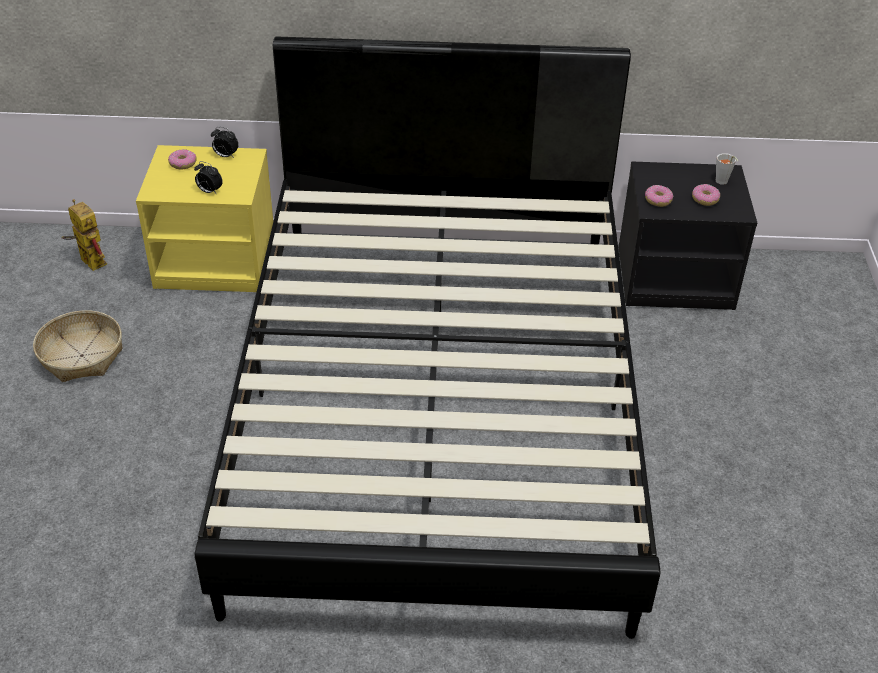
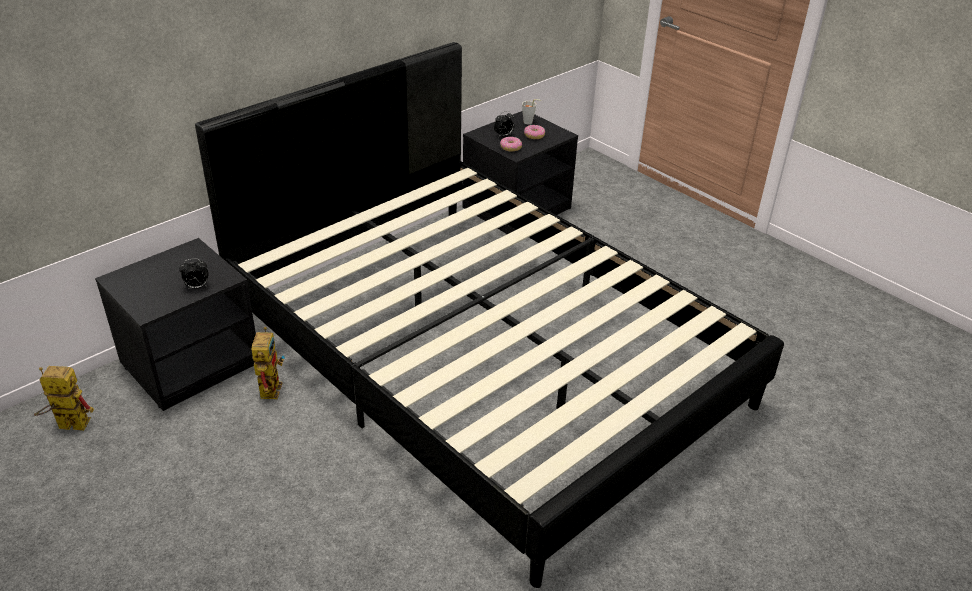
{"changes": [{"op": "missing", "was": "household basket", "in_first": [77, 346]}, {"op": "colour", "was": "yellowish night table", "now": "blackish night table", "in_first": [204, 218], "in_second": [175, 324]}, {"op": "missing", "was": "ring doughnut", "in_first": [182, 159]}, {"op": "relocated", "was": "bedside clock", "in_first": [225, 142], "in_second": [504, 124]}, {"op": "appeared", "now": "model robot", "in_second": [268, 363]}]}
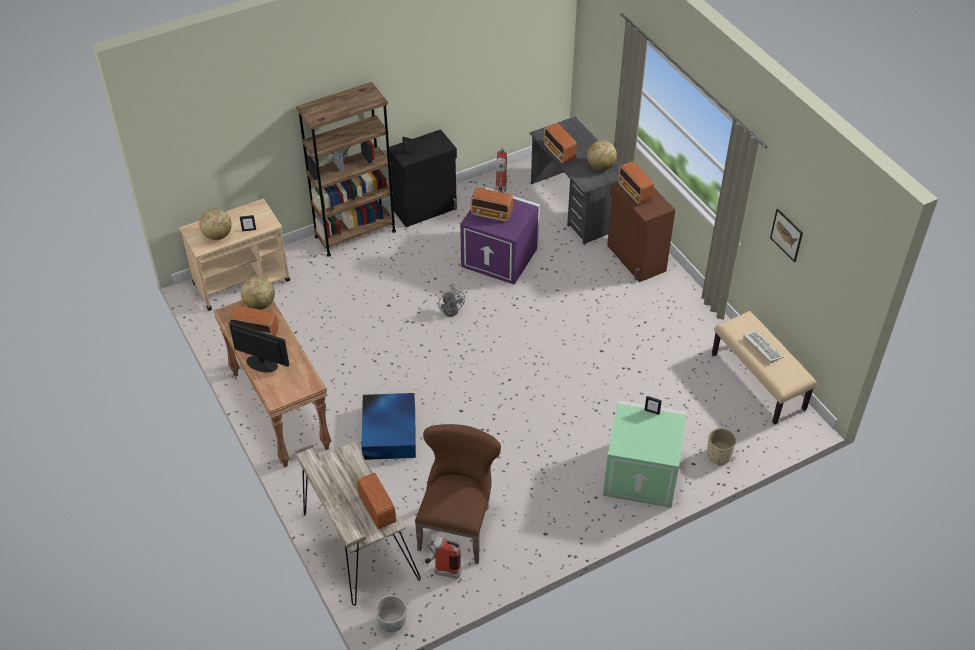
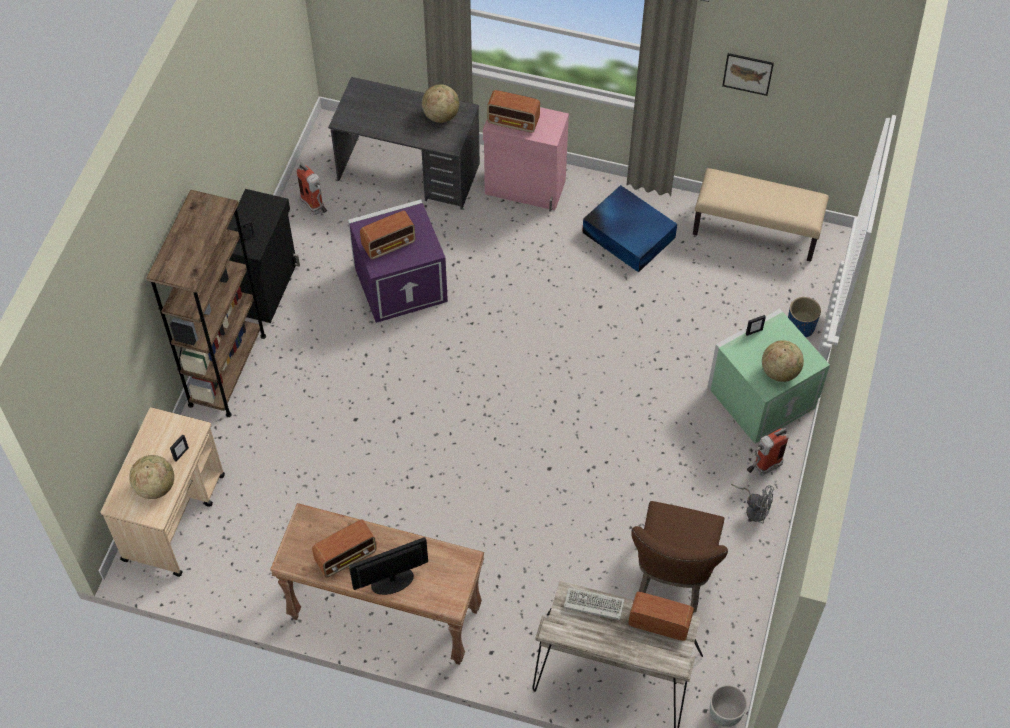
{"changes": [{"op": "relocated", "was": "globe", "in_first": [258, 293], "in_second": [783, 361]}, {"op": "relocated", "was": "blue storage container", "in_first": [389, 426], "in_second": [629, 228]}, {"op": "spun", "was": "brown upright chair", "in_first": [458, 494], "in_second": [679, 557], "clockwise": -135}, {"op": "relocated", "was": "fire-fighting cylinder", "in_first": [443, 558], "in_second": [768, 452]}, {"op": "relocated", "was": "greyish electric fan", "in_first": [451, 302], "in_second": [752, 503]}, {"op": "missing", "was": "radio", "in_first": [560, 143]}, {"op": "colour", "was": "brown cupboard", "now": "pink-coloured cupboard", "in_first": [641, 232], "in_second": [526, 159]}, {"op": "colour", "was": "beige plant pot", "now": "blue plant pot", "in_first": [721, 447], "in_second": [804, 317]}, {"op": "relocated", "was": "keyboard", "in_first": [763, 347], "in_second": [594, 603]}]}
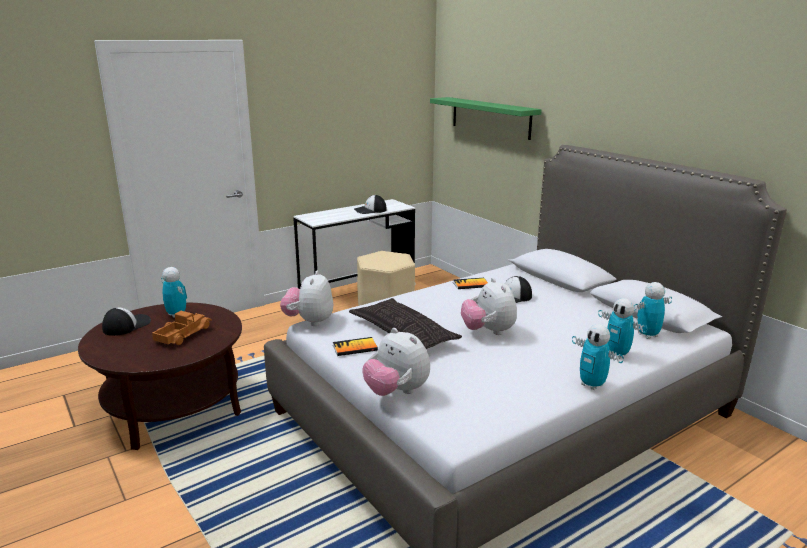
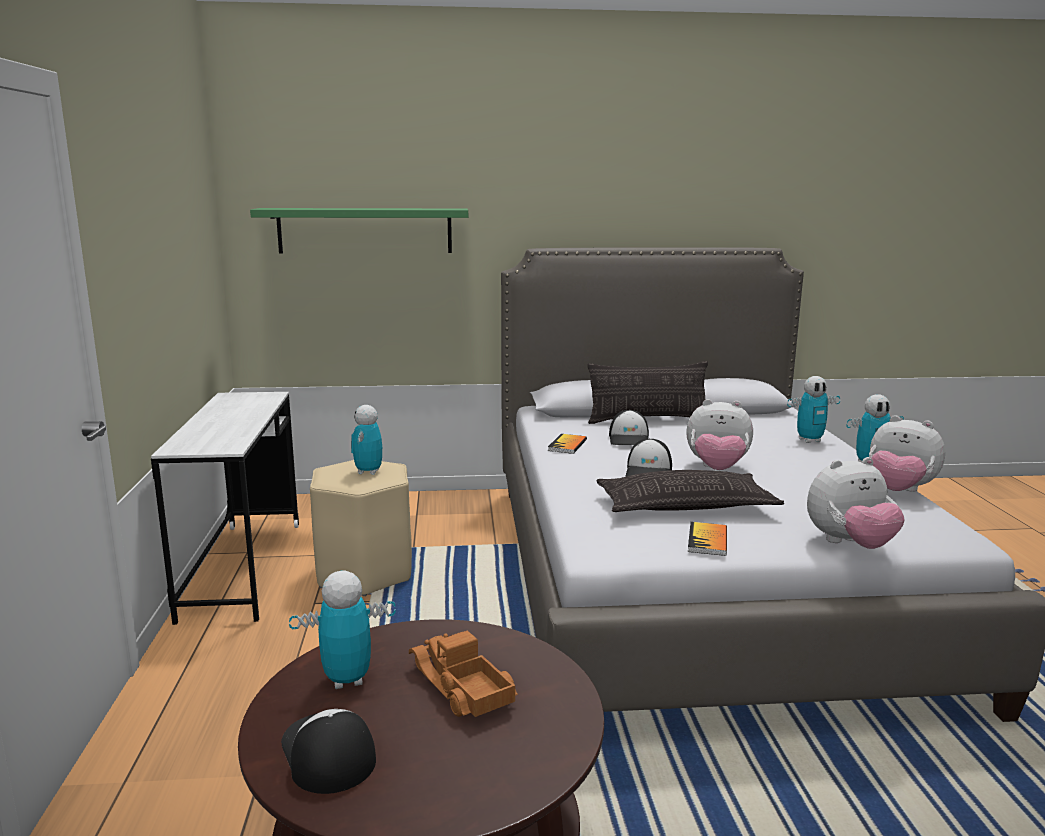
{"changes": [{"op": "relocated", "was": "cuddly toy", "in_first": [306, 298], "in_second": [907, 453]}, {"op": "relocated", "was": "baseball cap", "in_first": [370, 204], "in_second": [649, 457]}, {"op": "relocated", "was": "model robot", "in_first": [653, 310], "in_second": [366, 440]}, {"op": "appeared", "now": "throw pillow", "in_second": [647, 392]}]}
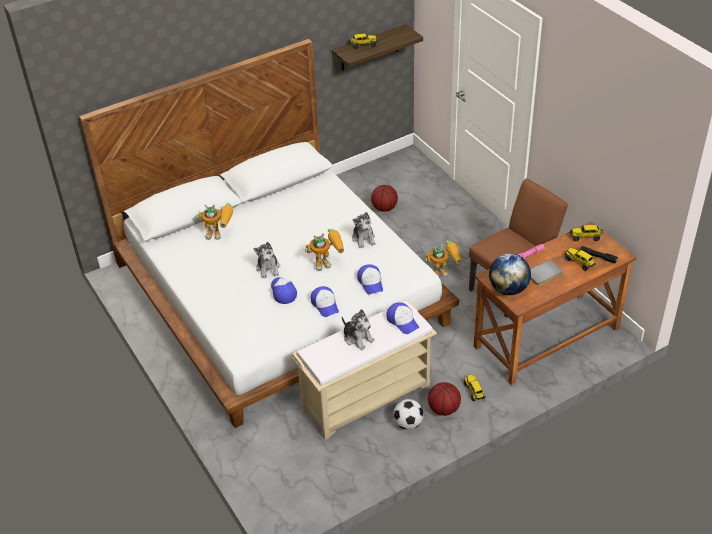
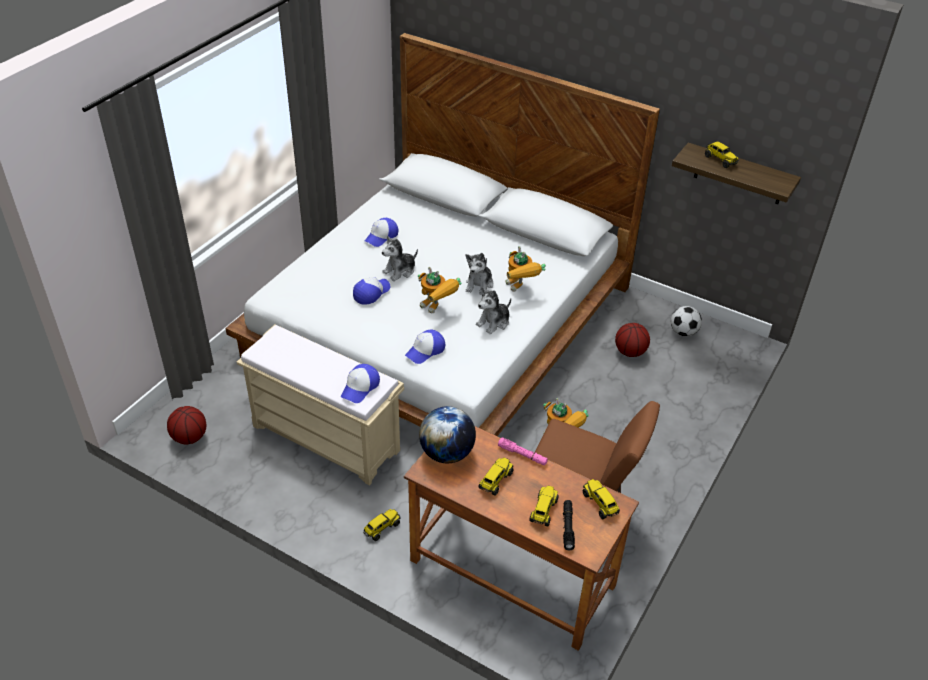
{"changes": [{"op": "relocated", "was": "model robot", "in_first": [214, 221], "in_second": [525, 269]}, {"op": "relocated", "was": "baseball cap", "in_first": [324, 301], "in_second": [381, 232]}, {"op": "relocated", "was": "cuddly toy", "in_first": [358, 329], "in_second": [479, 274]}, {"op": "relocated", "was": "football", "in_first": [408, 414], "in_second": [686, 321]}, {"op": "relocated", "was": "ball for basketball", "in_first": [444, 399], "in_second": [186, 425]}, {"op": "exchanged", "was": "greyish volume", "now": "toy lorry", "in_first": [546, 273], "in_second": [496, 476]}]}
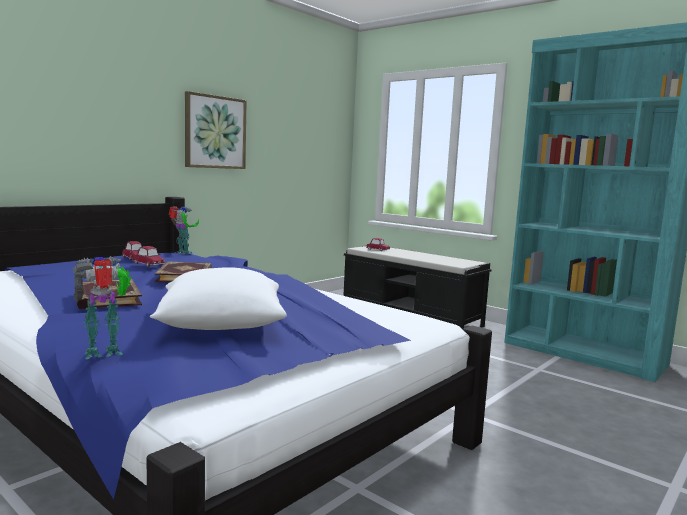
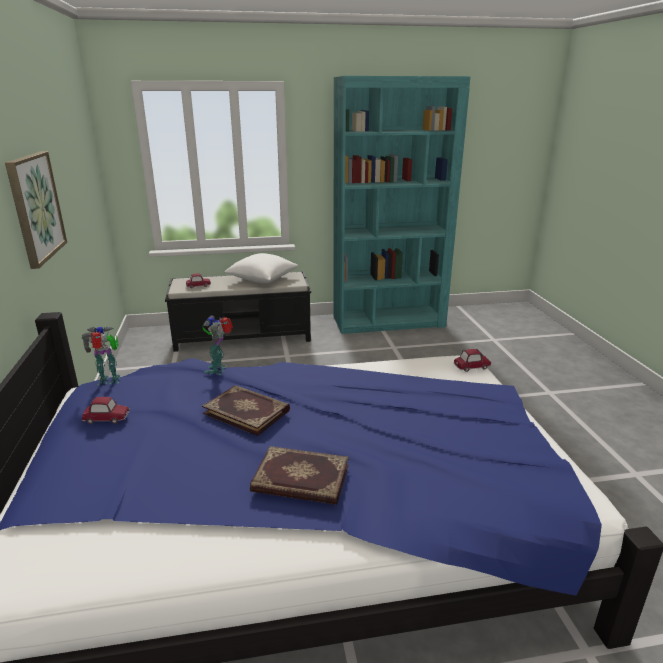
{"changes": [{"op": "relocated", "was": "model robot", "in_first": [102, 307], "in_second": [217, 345]}, {"op": "relocated", "was": "toy car", "in_first": [149, 256], "in_second": [472, 360]}, {"op": "relocated", "was": "white-coloured throw pillow", "in_first": [218, 298], "in_second": [261, 268]}]}
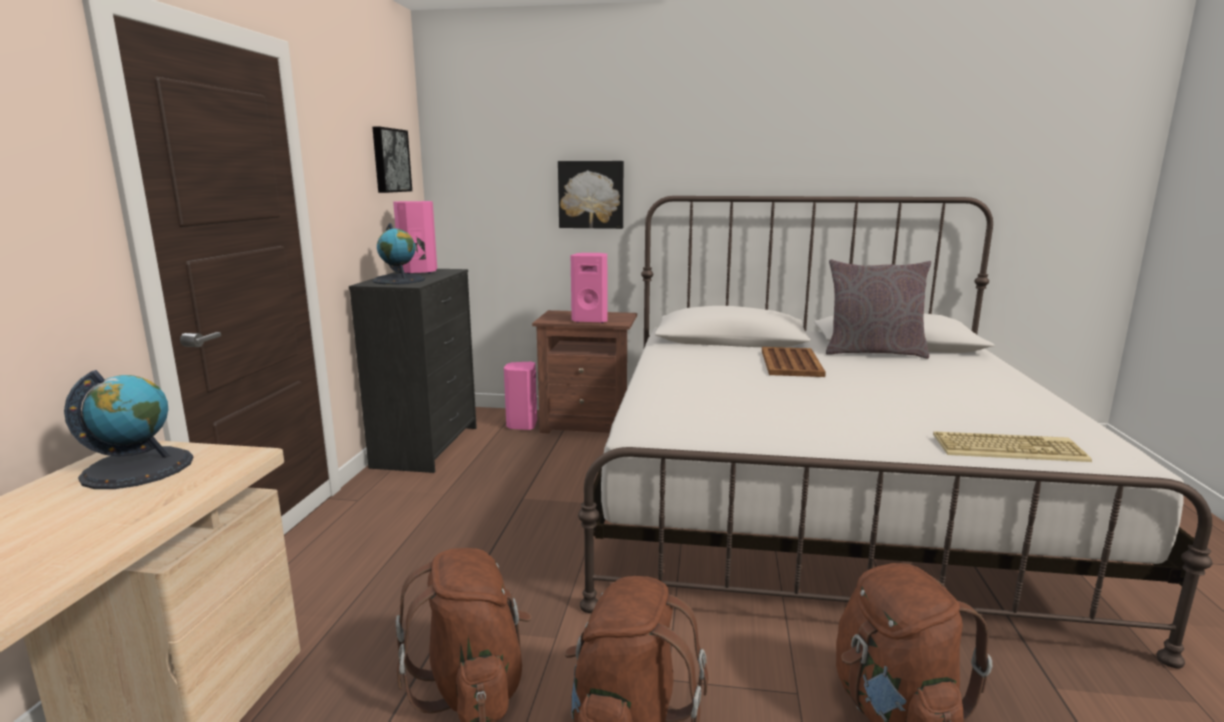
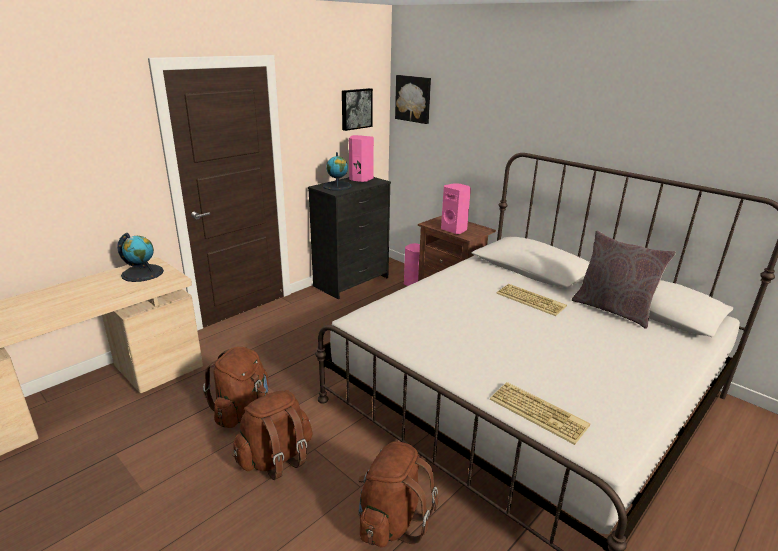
{"changes": [{"op": "relocated", "was": "wall picture", "in_first": [591, 195], "in_second": [413, 99]}, {"op": "exchanged", "was": "brown serving tray", "now": "keyboard", "in_first": [794, 362], "in_second": [531, 300]}]}
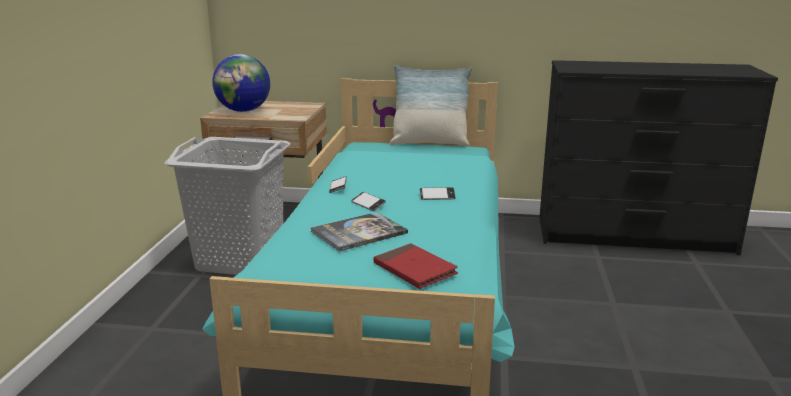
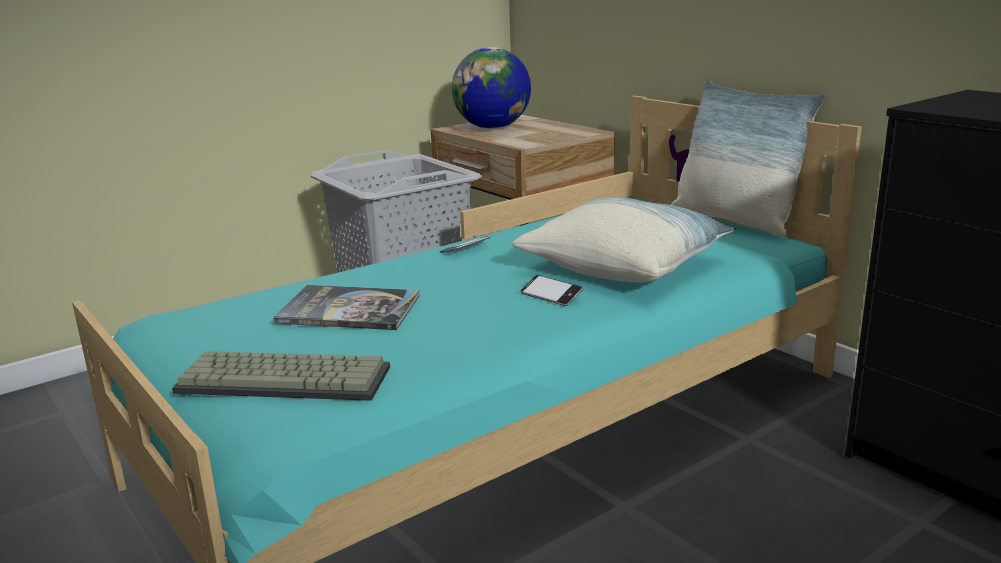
{"changes": [{"op": "missing", "was": "phone", "in_first": [368, 201]}, {"op": "exchanged", "was": "reddish volume", "now": "keyboard", "in_first": [415, 266], "in_second": [281, 376]}, {"op": "appeared", "now": "throw pillow", "in_second": [623, 240]}]}
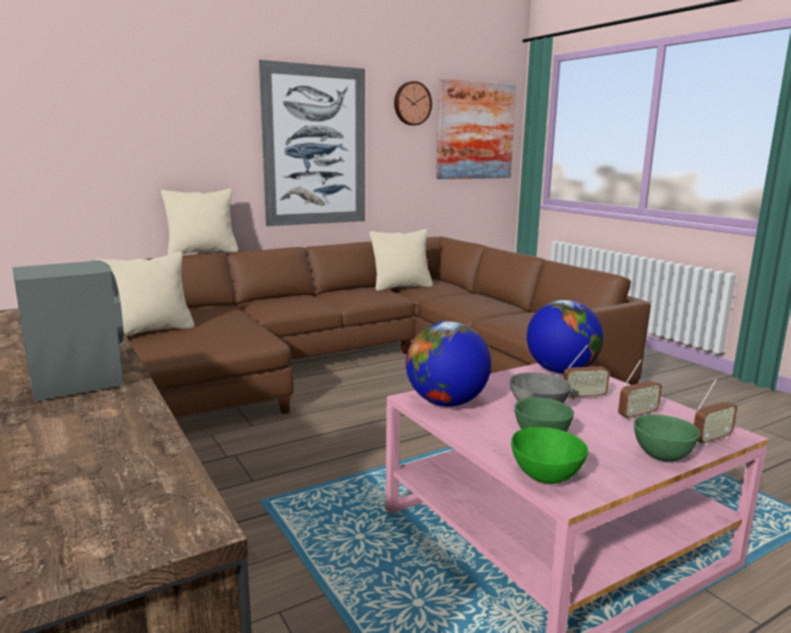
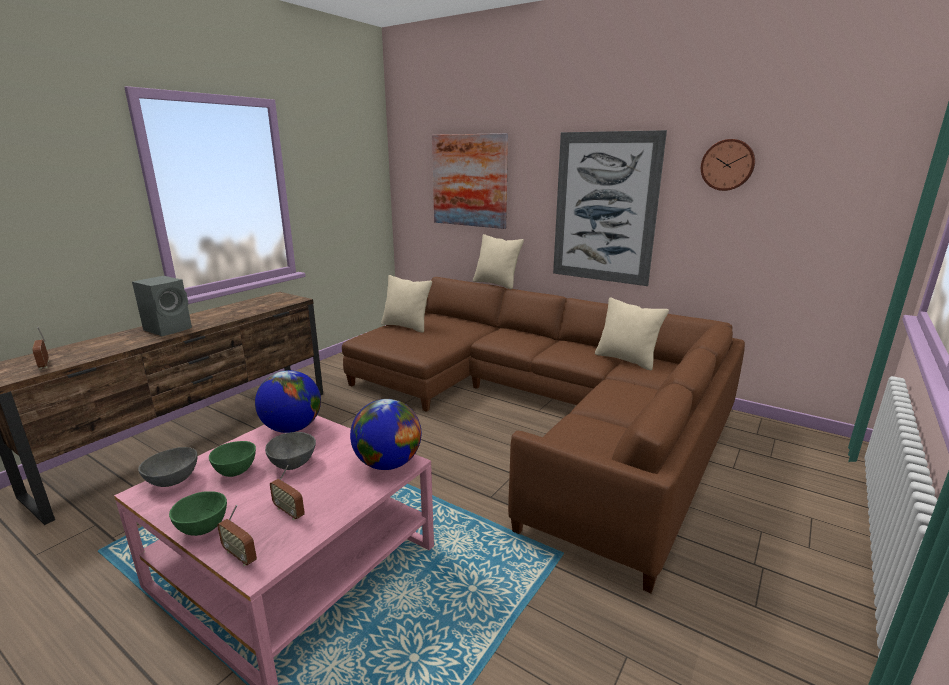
{"changes": [{"op": "relocated", "was": "wall picture", "in_first": [476, 129], "in_second": [470, 181]}, {"op": "colour", "was": "greenish deep dish", "now": "greyish deep dish", "in_first": [549, 455], "in_second": [168, 467]}, {"op": "relocated", "was": "radio", "in_first": [586, 372], "in_second": [40, 348]}]}
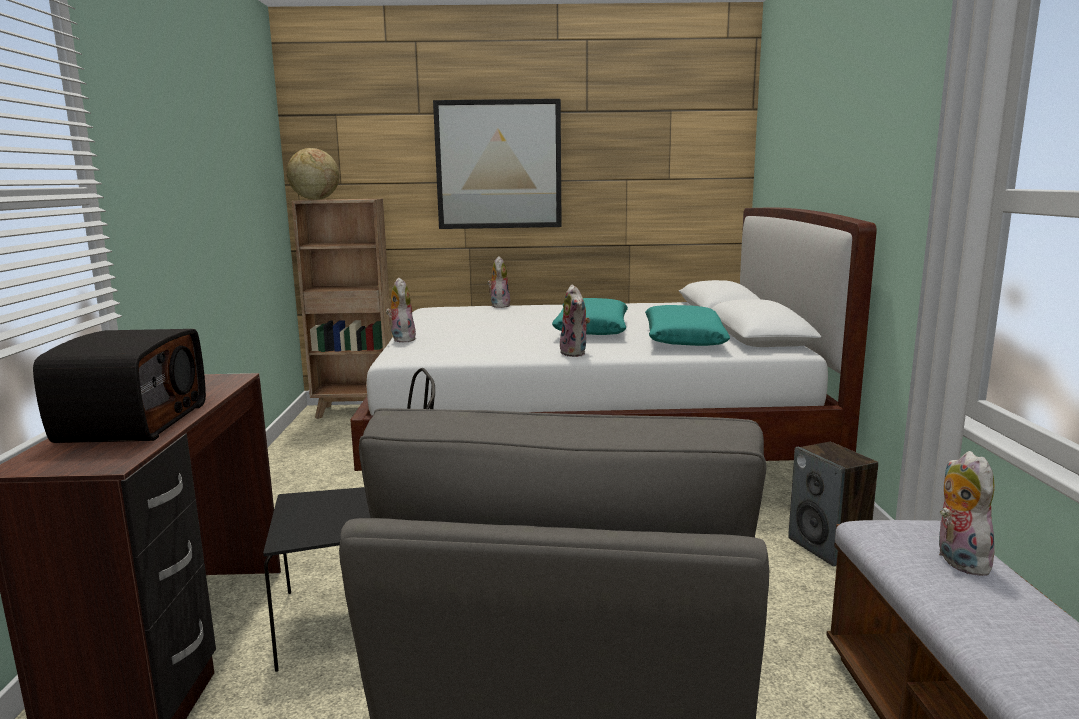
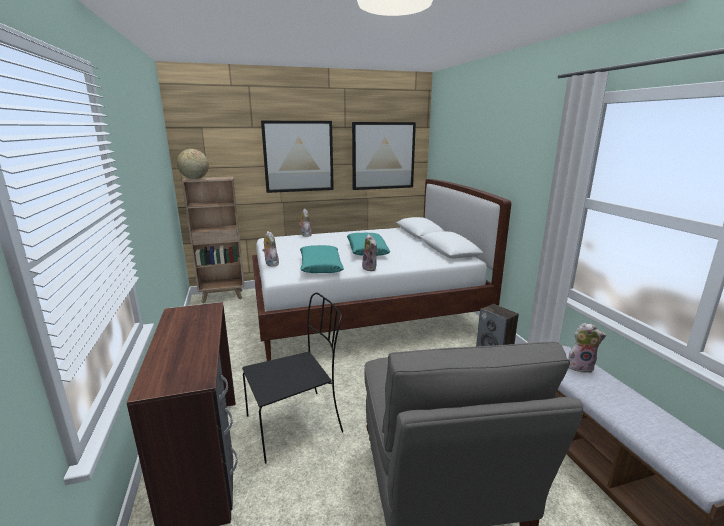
{"changes": [{"op": "missing", "was": "radio", "in_first": [119, 386]}, {"op": "relocated", "was": "turquoise-coloured throw pillow", "in_first": [687, 325], "in_second": [322, 259]}, {"op": "spun", "was": "cuddly toy", "in_first": [968, 513], "in_second": [587, 348], "clockwise": 120}, {"op": "appeared", "now": "wall picture", "in_second": [384, 156]}]}
